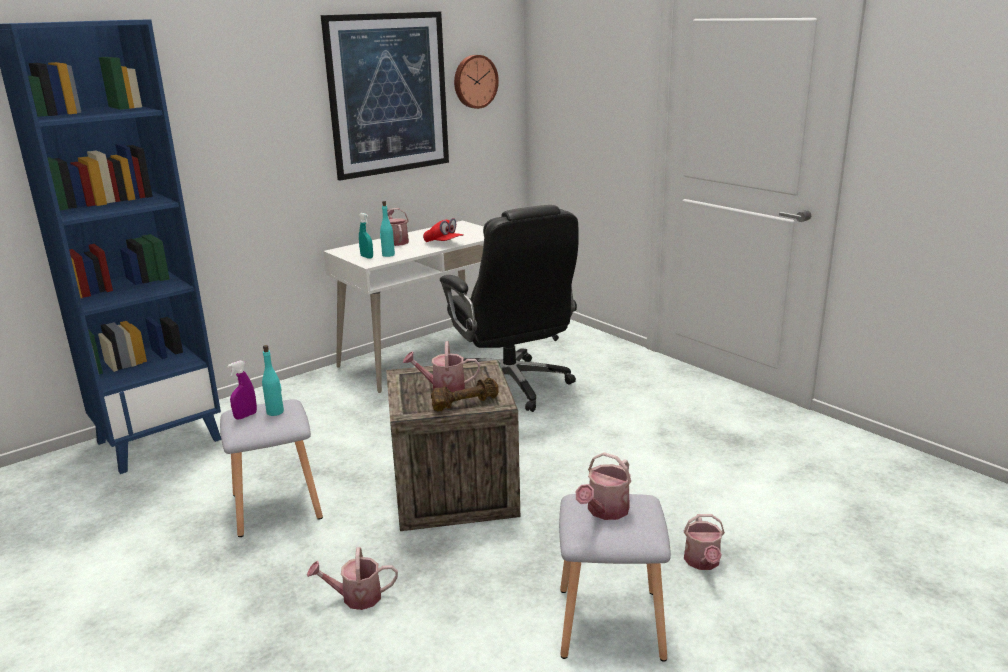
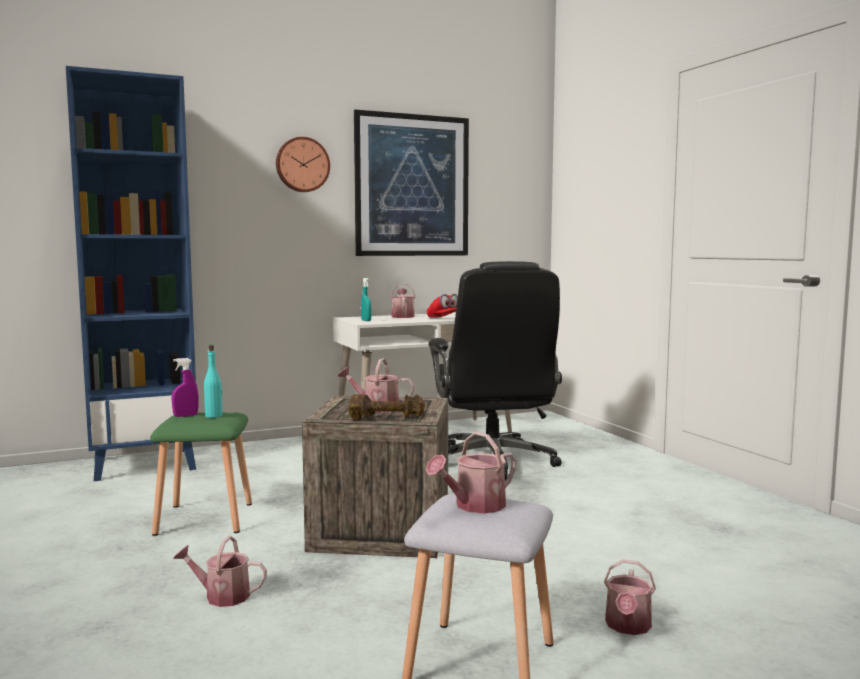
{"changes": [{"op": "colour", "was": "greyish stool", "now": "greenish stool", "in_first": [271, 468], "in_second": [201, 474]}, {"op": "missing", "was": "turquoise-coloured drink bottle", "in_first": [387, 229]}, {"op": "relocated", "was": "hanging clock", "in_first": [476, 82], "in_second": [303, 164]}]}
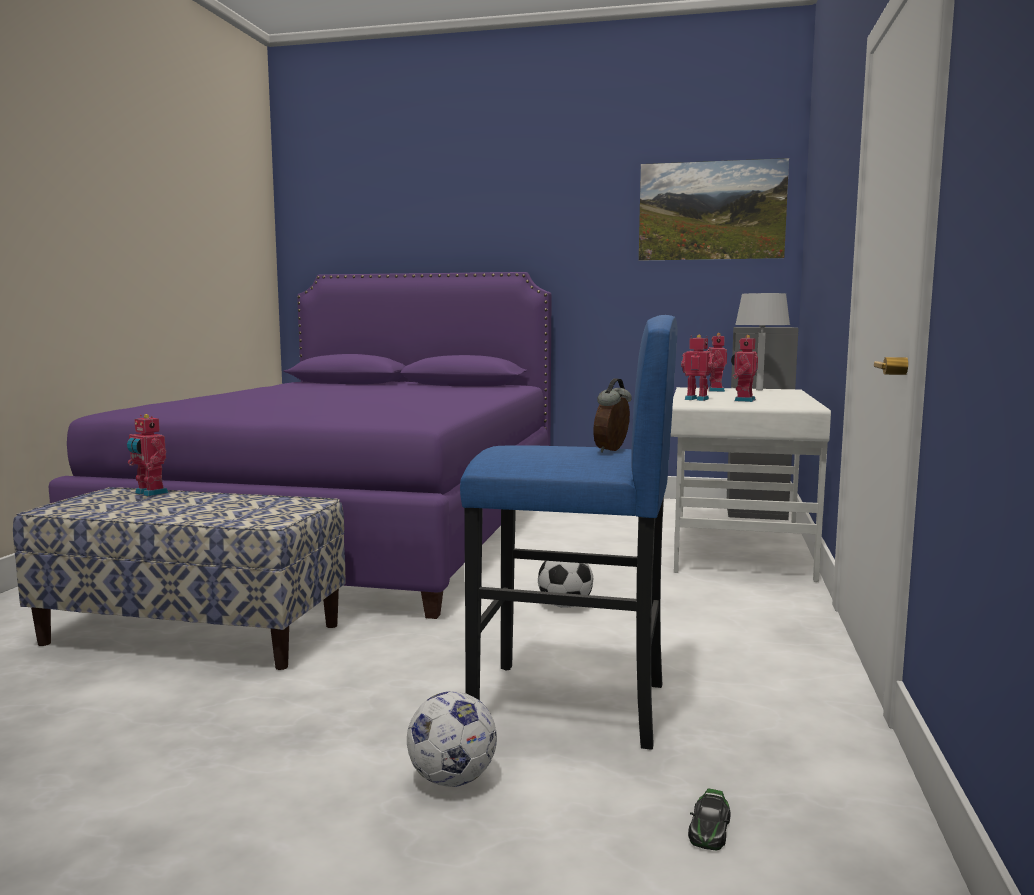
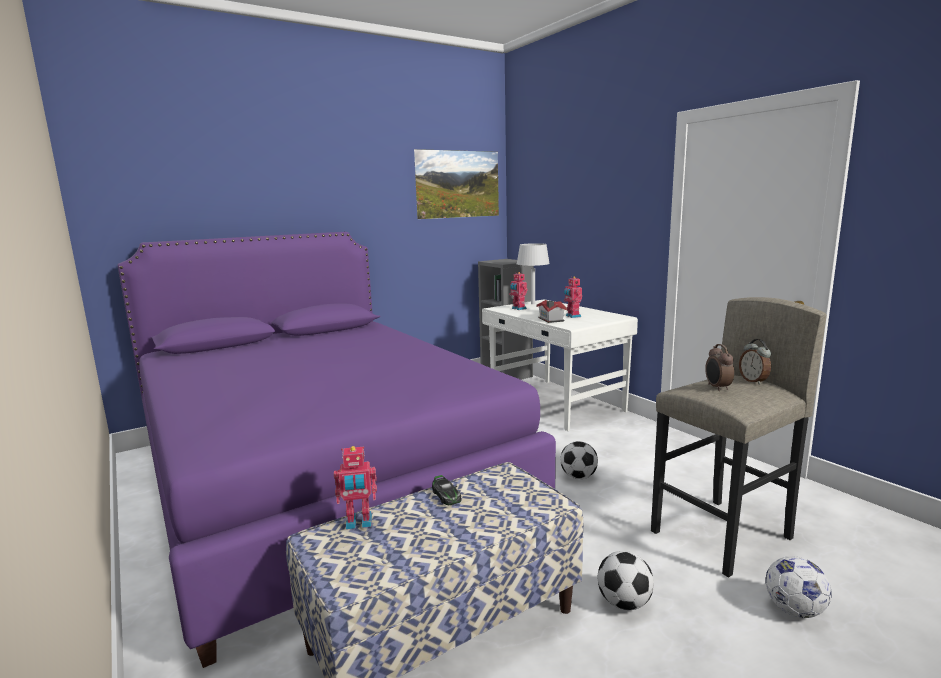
{"changes": [{"op": "colour", "was": "blue stool", "now": "greyish stool", "in_first": [569, 532], "in_second": [739, 437]}, {"op": "exchanged", "was": "model robot", "now": "miniature house", "in_first": [698, 368], "in_second": [551, 311]}, {"op": "relocated", "was": "toy car", "in_first": [709, 819], "in_second": [446, 490]}, {"op": "appeared", "now": "football", "in_second": [626, 580]}, {"op": "appeared", "now": "bedside clock", "in_second": [719, 367]}]}
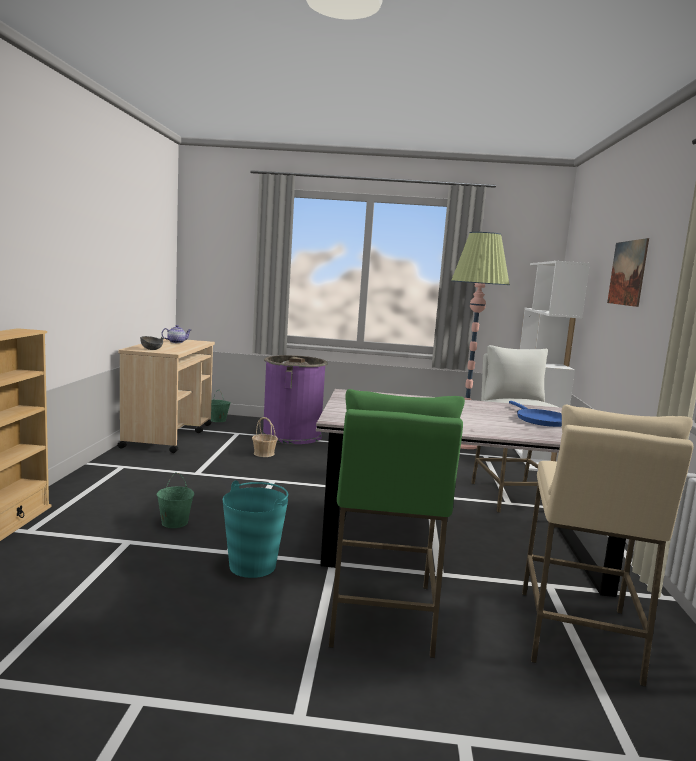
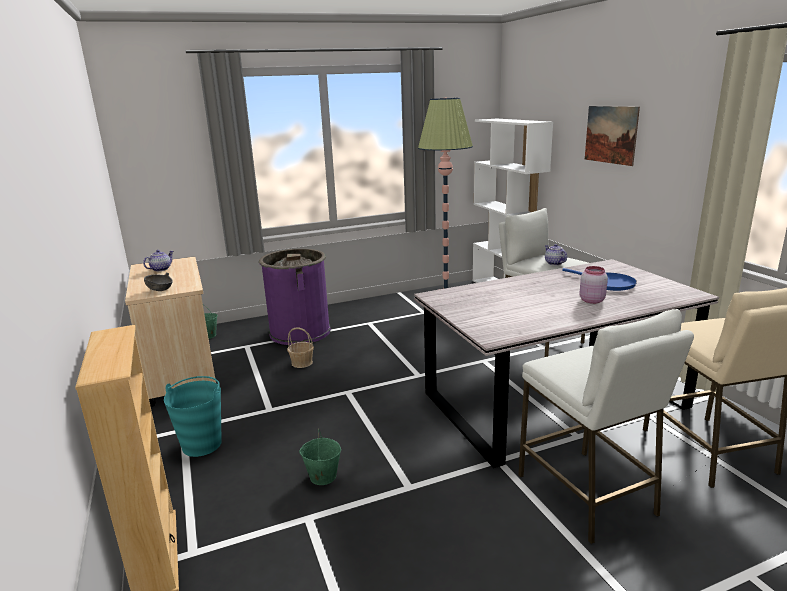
{"changes": [{"op": "relocated", "was": "turquoise-coloured water bucket", "in_first": [255, 529], "in_second": [193, 416]}, {"op": "colour", "was": "greenish stool", "now": "white-coloured stool", "in_first": [397, 523], "in_second": [606, 426]}, {"op": "appeared", "now": "pot for tea", "in_second": [556, 254]}, {"op": "appeared", "now": "pink-coloured storage jar", "in_second": [593, 285]}]}
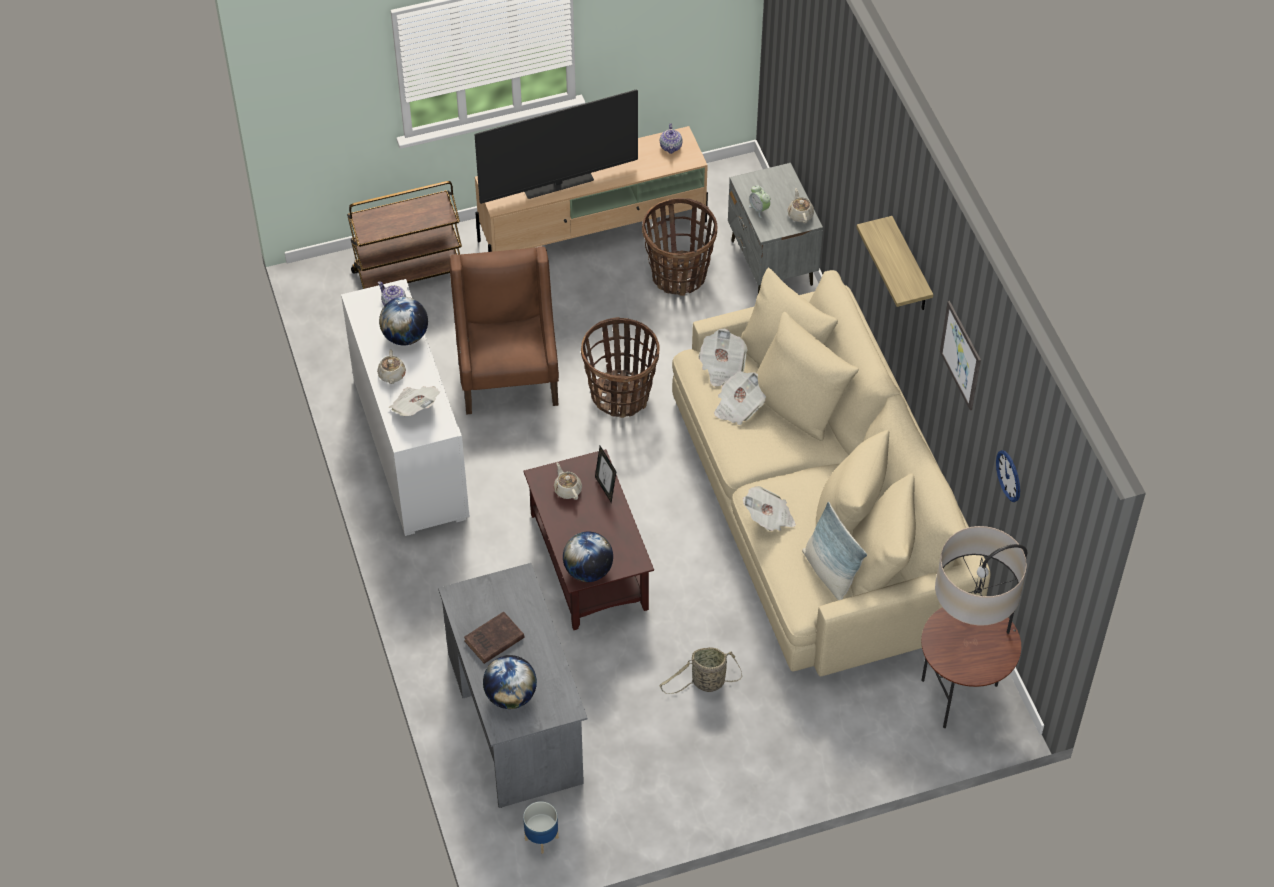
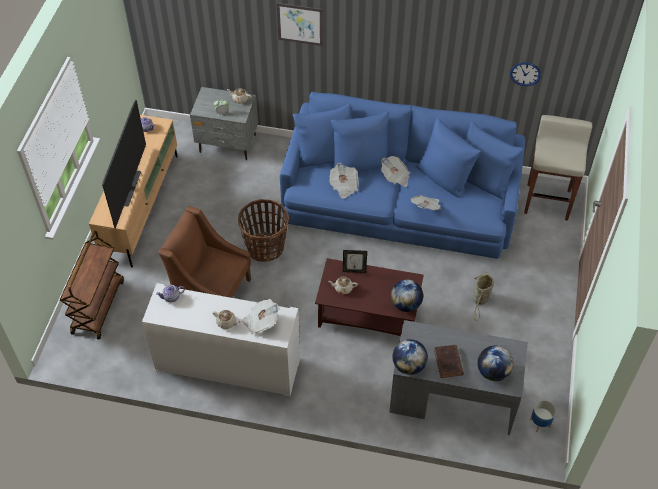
{"changes": [{"op": "relocated", "was": "globe", "in_first": [403, 321], "in_second": [410, 357]}, {"op": "missing", "was": "household basket", "in_first": [679, 247]}, {"op": "colour", "was": "beige settee", "now": "blue settee", "in_first": [831, 472], "in_second": [403, 175]}, {"op": "relocated", "was": "newspaper", "in_first": [723, 358], "in_second": [395, 171]}, {"op": "missing", "was": "throw pillow", "in_first": [834, 551]}, {"op": "missing", "was": "wall shelf", "in_first": [894, 263]}, {"op": "exchanged", "was": "standard lamp", "now": "beige stool", "in_first": [974, 627], "in_second": [558, 168]}, {"op": "relocated", "was": "wall picture", "in_first": [960, 355], "in_second": [299, 24]}]}
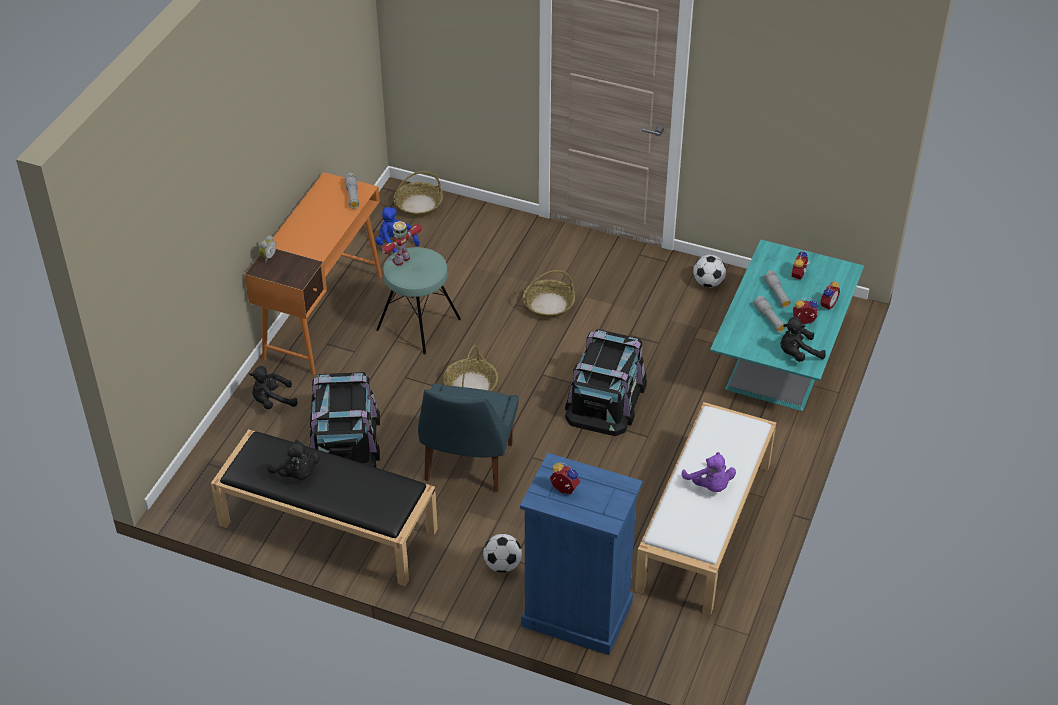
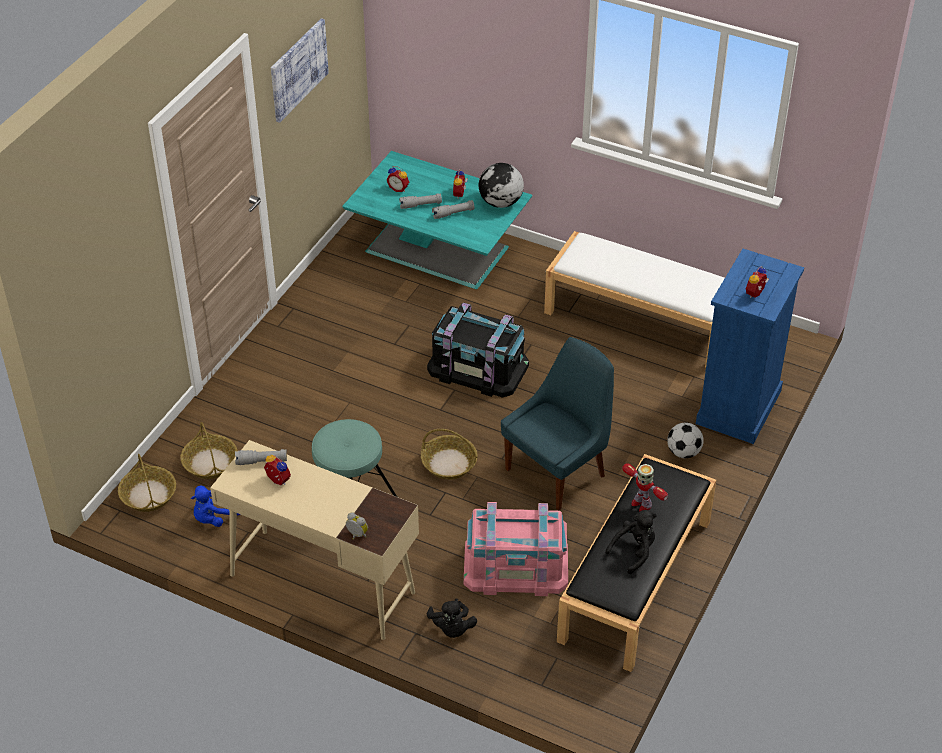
{"changes": [{"op": "colour", "was": "orange desk unit", "now": "beige desk unit", "in_first": [313, 273], "in_second": [314, 540]}, {"op": "colour", "was": "blackish storage container", "now": "pink-coloured storage container", "in_first": [345, 420], "in_second": [516, 549]}, {"op": "relocated", "was": "model robot", "in_first": [401, 243], "in_second": [645, 487]}, {"op": "spun", "was": "blue upright chair", "in_first": [468, 437], "in_second": [557, 424], "clockwise": -60}, {"op": "relocated", "was": "household basket", "in_first": [549, 294], "in_second": [208, 450]}, {"op": "missing", "was": "purplish cuddly toy", "in_first": [709, 472]}, {"op": "missing", "was": "football", "in_first": [709, 271]}, {"op": "exchanged", "was": "blackish cuddly toy", "now": "globe", "in_first": [803, 339], "in_second": [501, 185]}, {"op": "relocated", "was": "bedside clock", "in_first": [830, 295], "in_second": [277, 469]}, {"op": "appeared", "now": "wall picture", "in_second": [300, 70]}]}
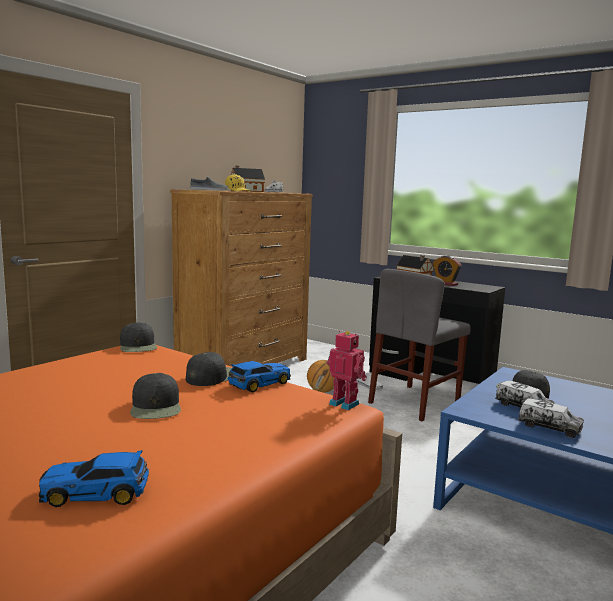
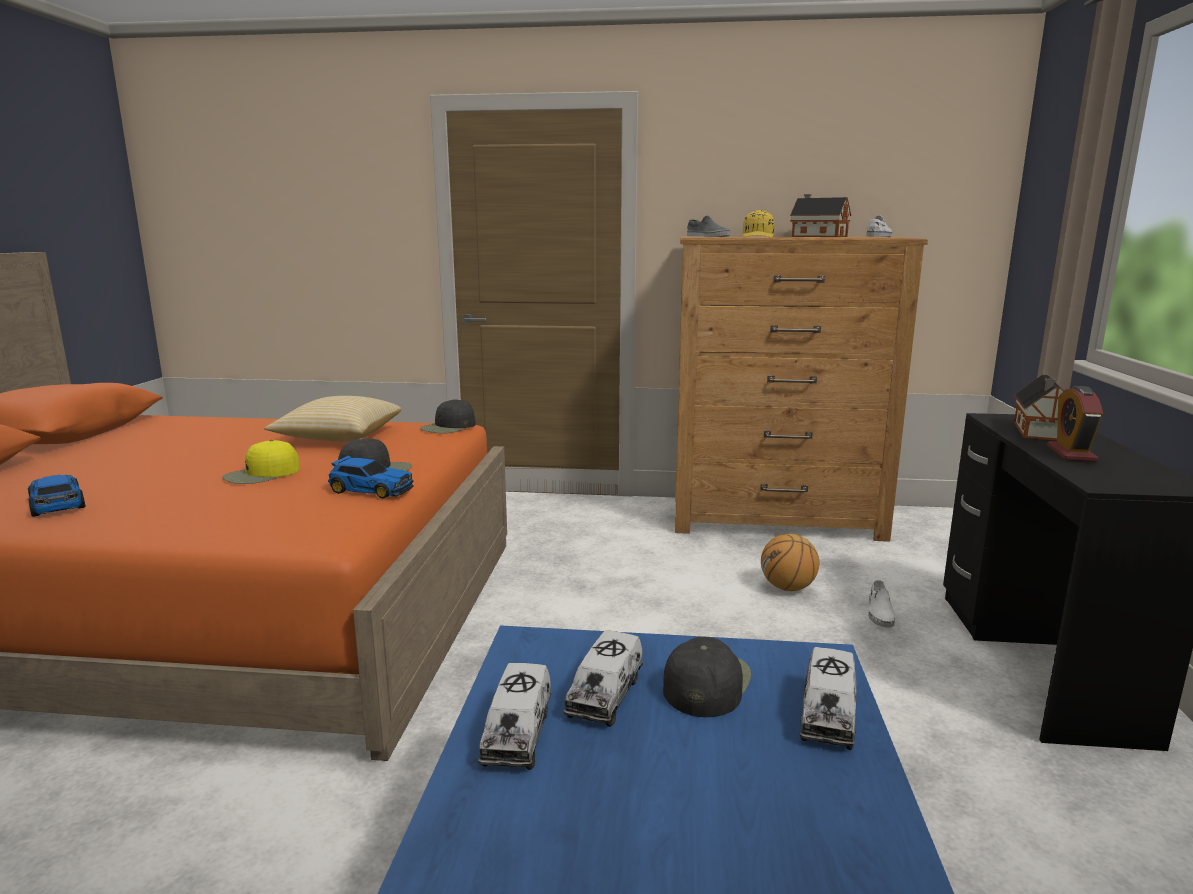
{"changes": [{"op": "colour", "was": "blackish baseball cap", "now": "yellowish baseball cap", "in_first": [155, 396], "in_second": [261, 462]}, {"op": "missing", "was": "model robot", "in_first": [347, 370]}, {"op": "missing", "was": "greyish upright chair", "in_first": [419, 345]}, {"op": "appeared", "now": "throw pillow", "in_second": [332, 419]}, {"op": "appeared", "now": "toy lorry", "in_second": [828, 698]}]}
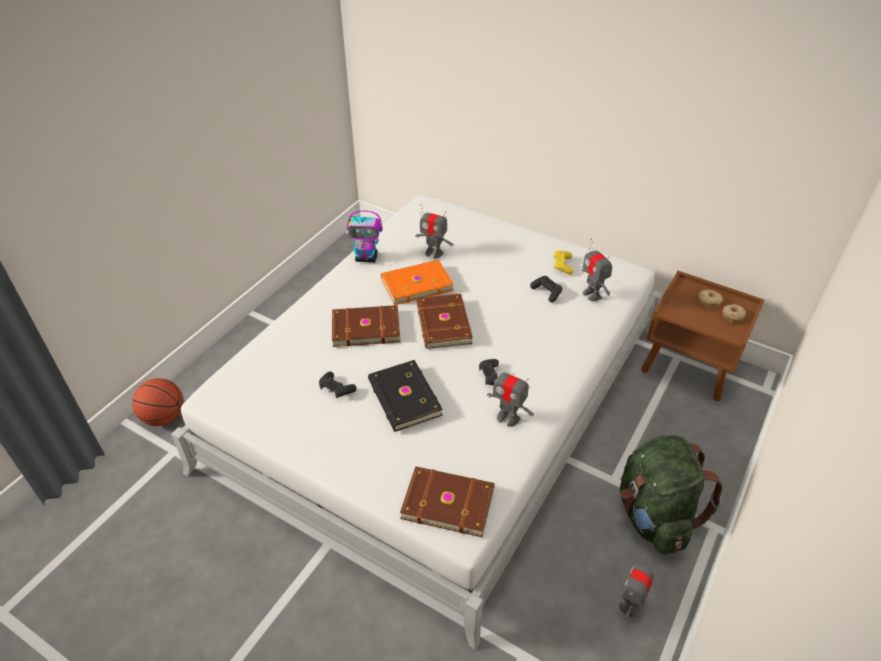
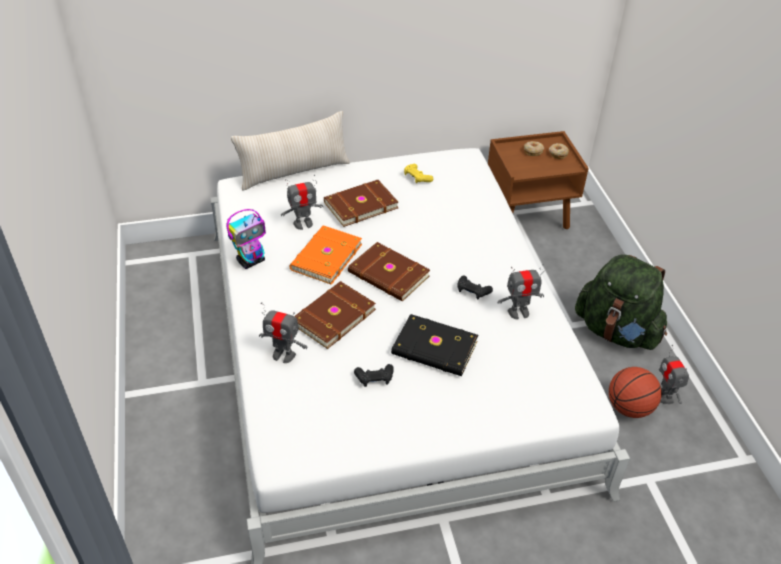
{"changes": [{"op": "relocated", "was": "ball for basketball", "in_first": [157, 402], "in_second": [635, 392]}, {"op": "relocated", "was": "brown volume", "in_first": [447, 501], "in_second": [361, 203]}, {"op": "missing", "was": "blackish gamepad", "in_first": [546, 289]}, {"op": "relocated", "was": "model robot", "in_first": [597, 270], "in_second": [283, 332]}, {"op": "appeared", "now": "beige throw pillow", "in_second": [290, 150]}]}
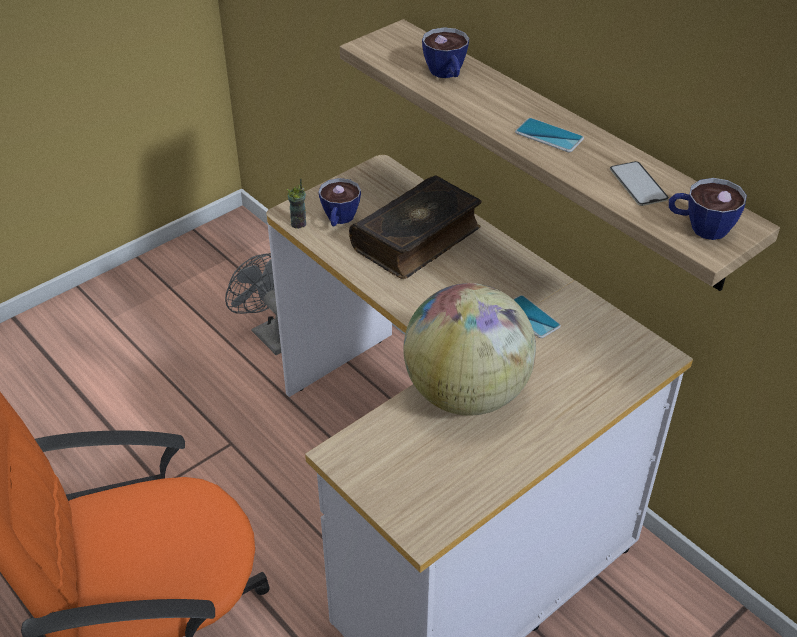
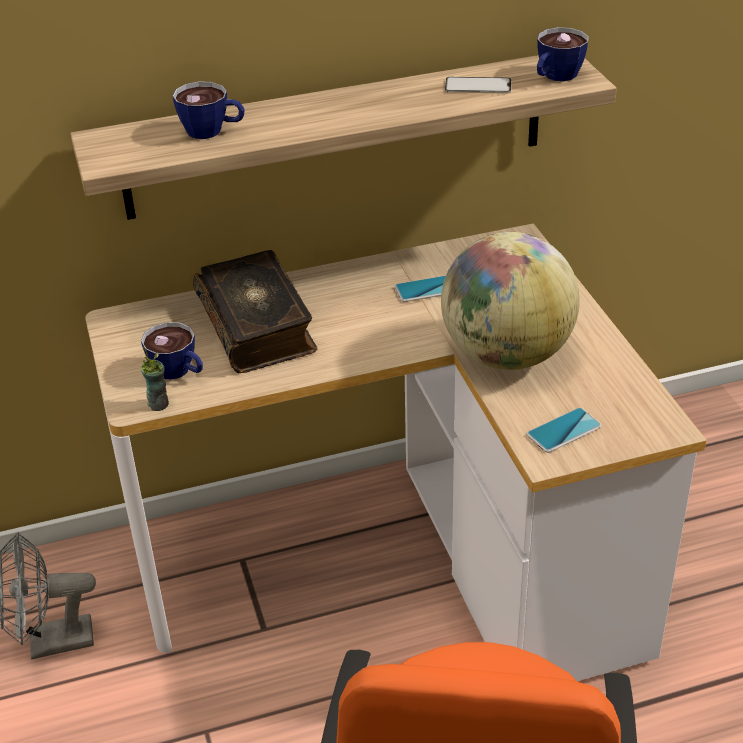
{"changes": [{"op": "relocated", "was": "phone", "in_first": [549, 135], "in_second": [564, 430]}]}
